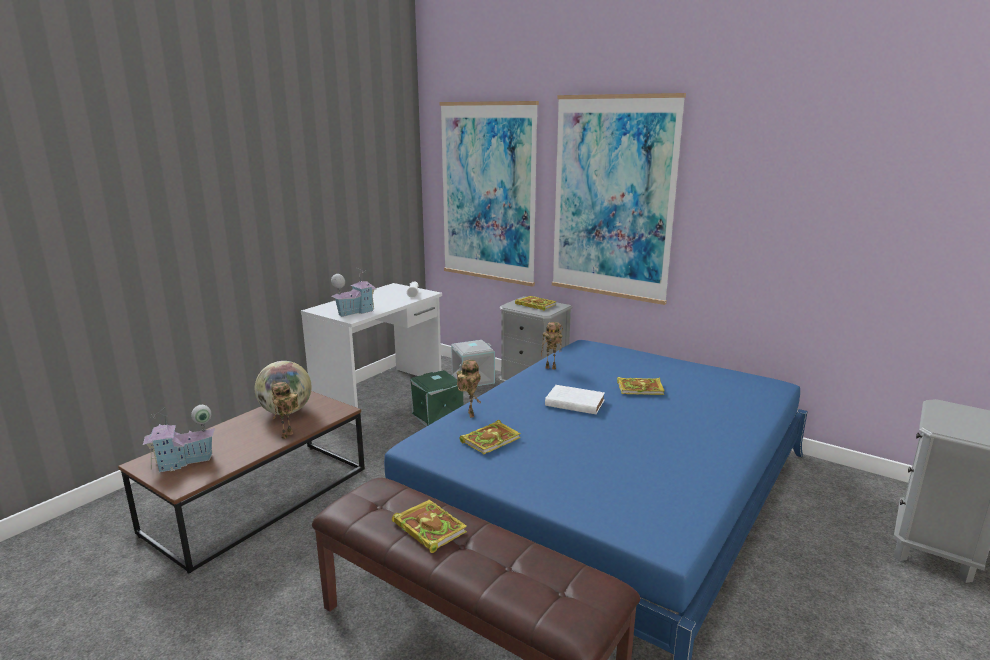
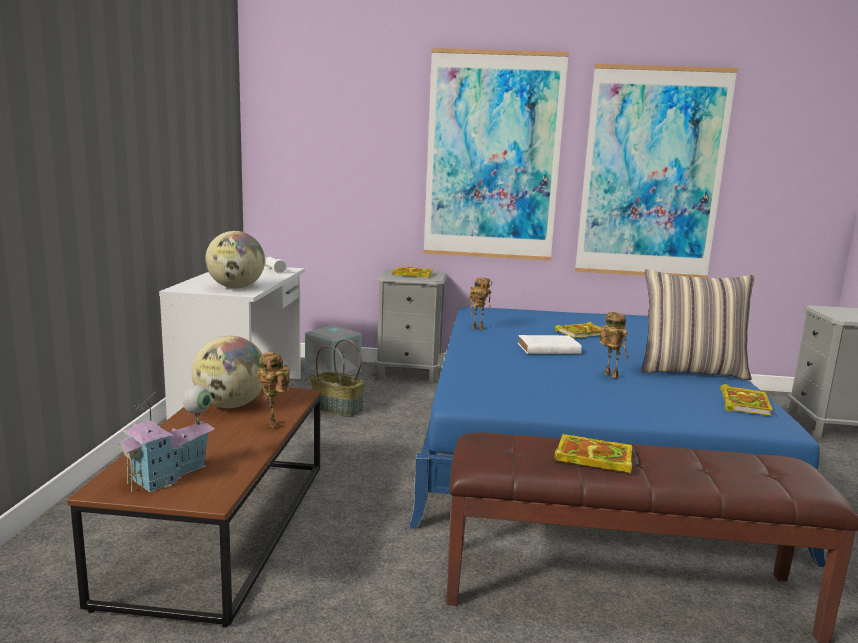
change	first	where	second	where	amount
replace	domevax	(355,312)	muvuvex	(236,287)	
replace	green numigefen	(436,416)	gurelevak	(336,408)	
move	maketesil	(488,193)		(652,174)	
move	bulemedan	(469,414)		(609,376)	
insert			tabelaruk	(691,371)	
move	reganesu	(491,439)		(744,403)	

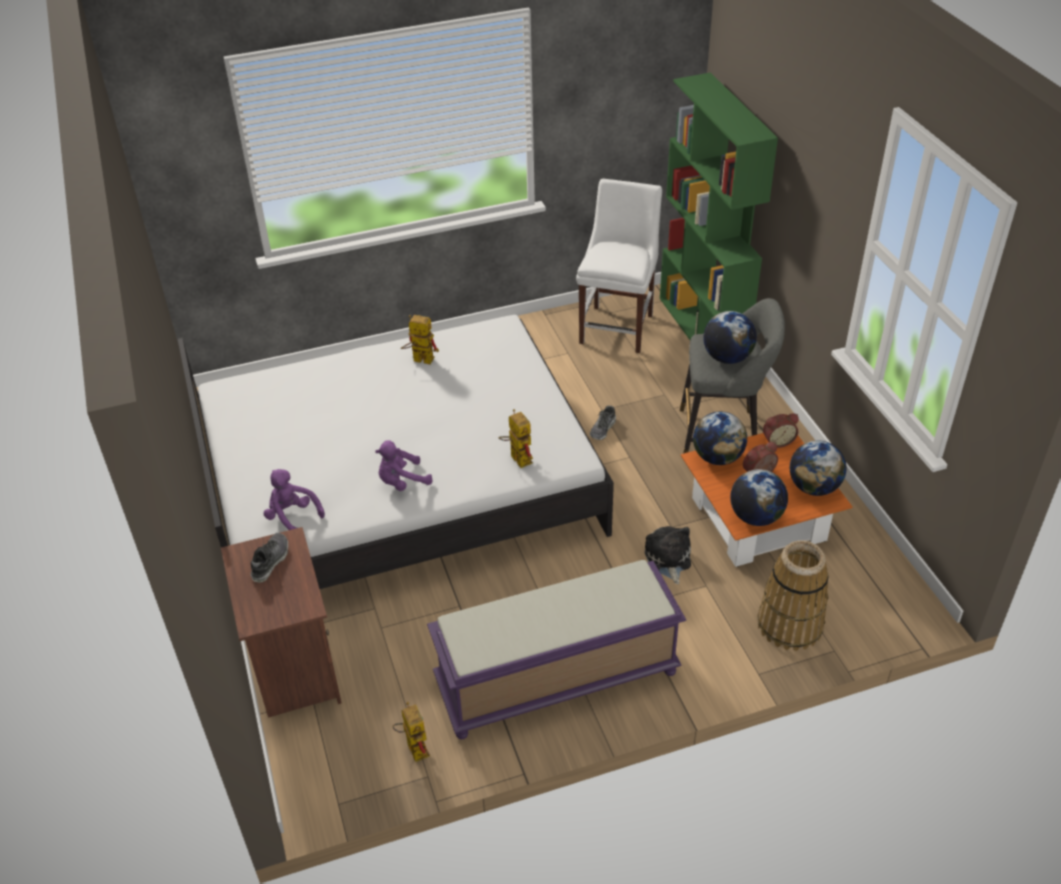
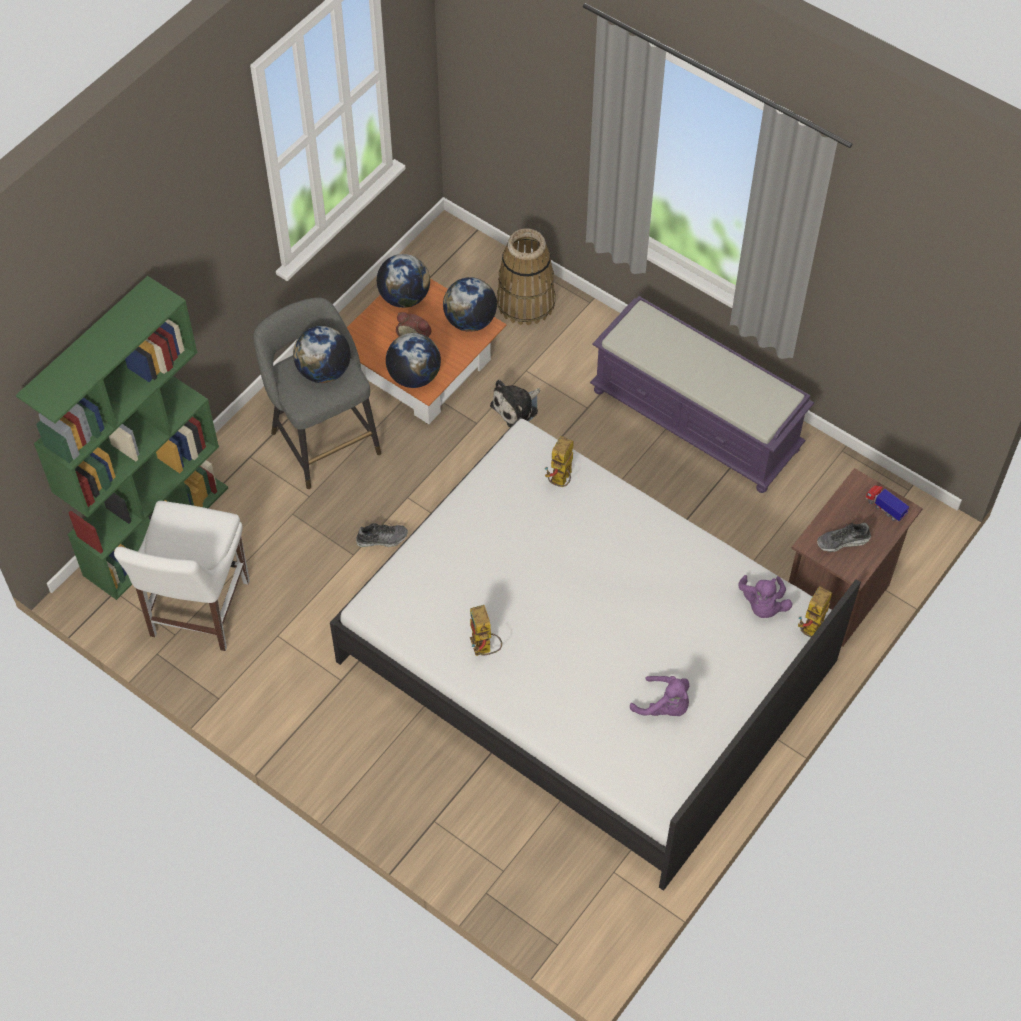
change	first	where	second	where	amount
rotate	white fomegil	(618,326)		(197,613)	60 degrees counterclockwise
move	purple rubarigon	(402,482)		(664,706)	
move	bulemedan	(413,746)		(812,631)	
insert			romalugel	(884,508)	
delete	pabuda	(777,441)			

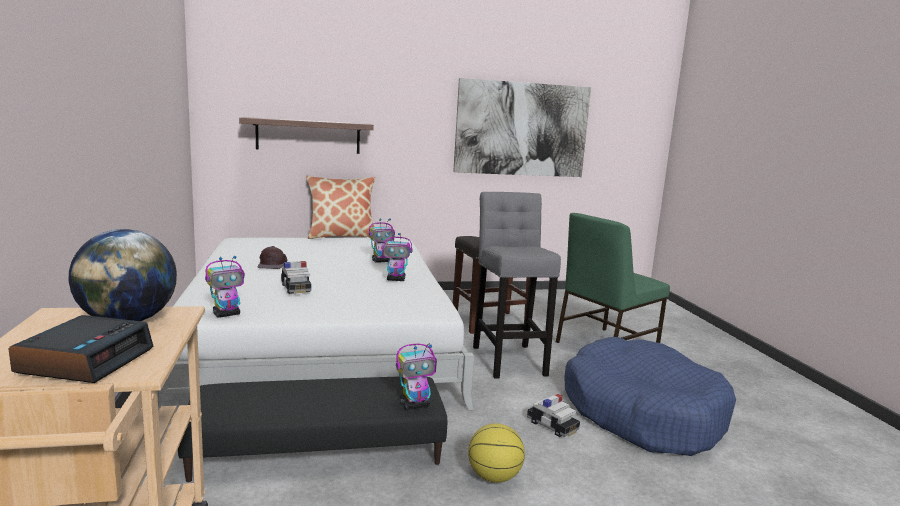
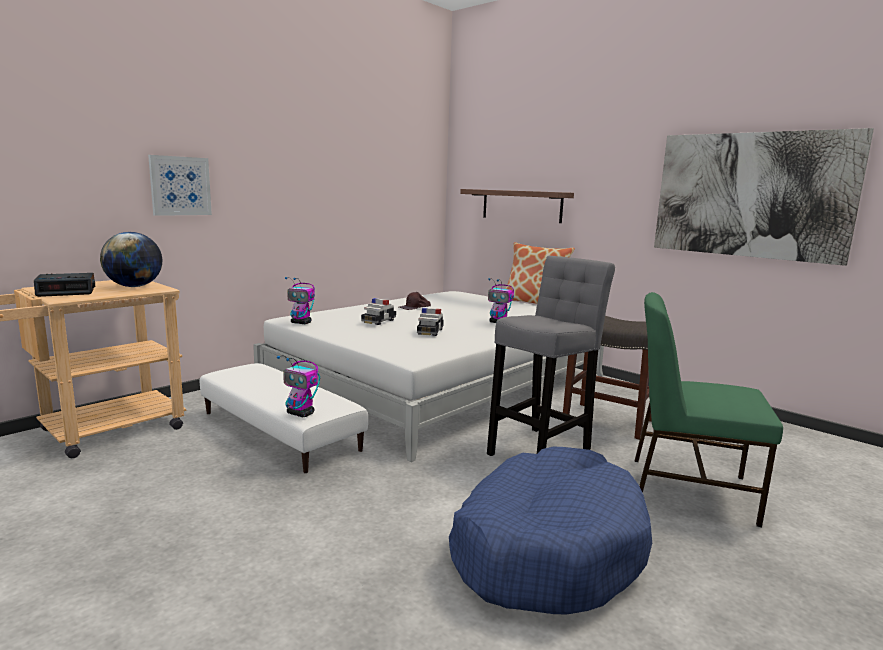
change	first	where	second	where	amount
insert			maketesil	(180,186)	
recolor	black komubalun	(318,448)	white komubalun	(280,431)	
move	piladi	(552,426)		(430,331)	
delete	bulemedan	(396,279)			
delete	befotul	(493,477)			

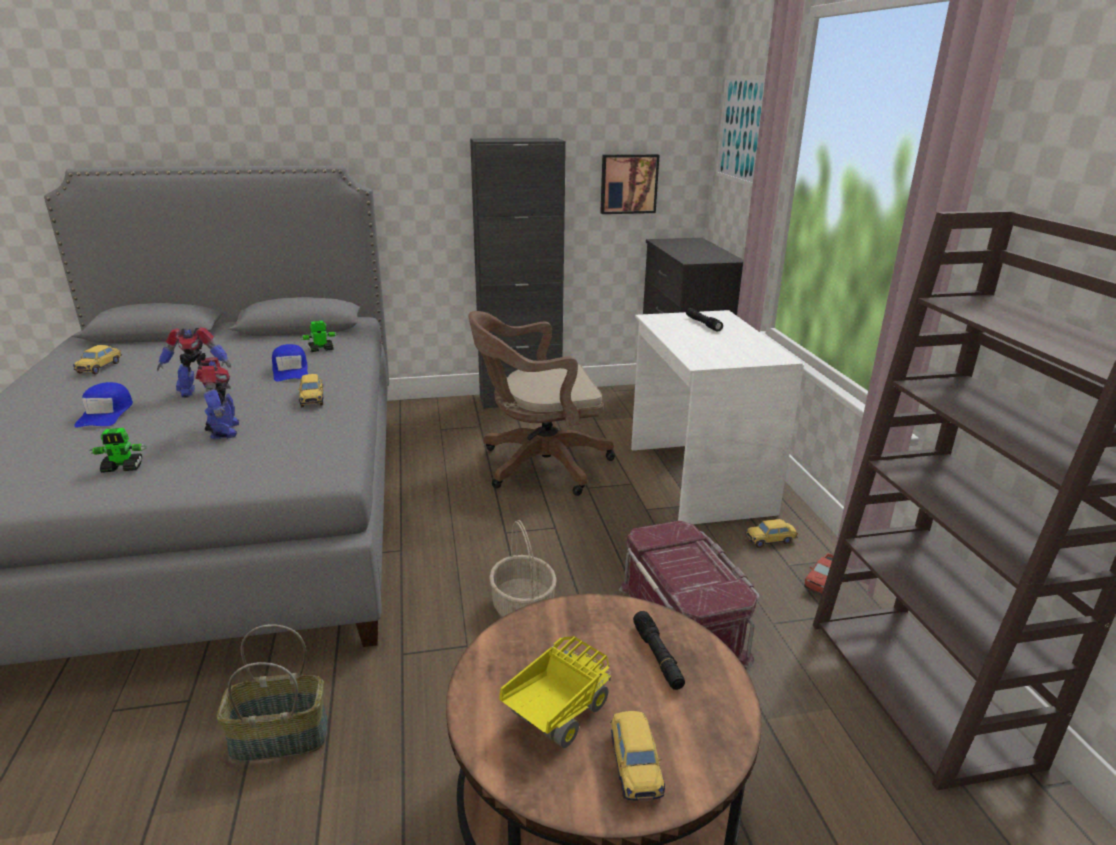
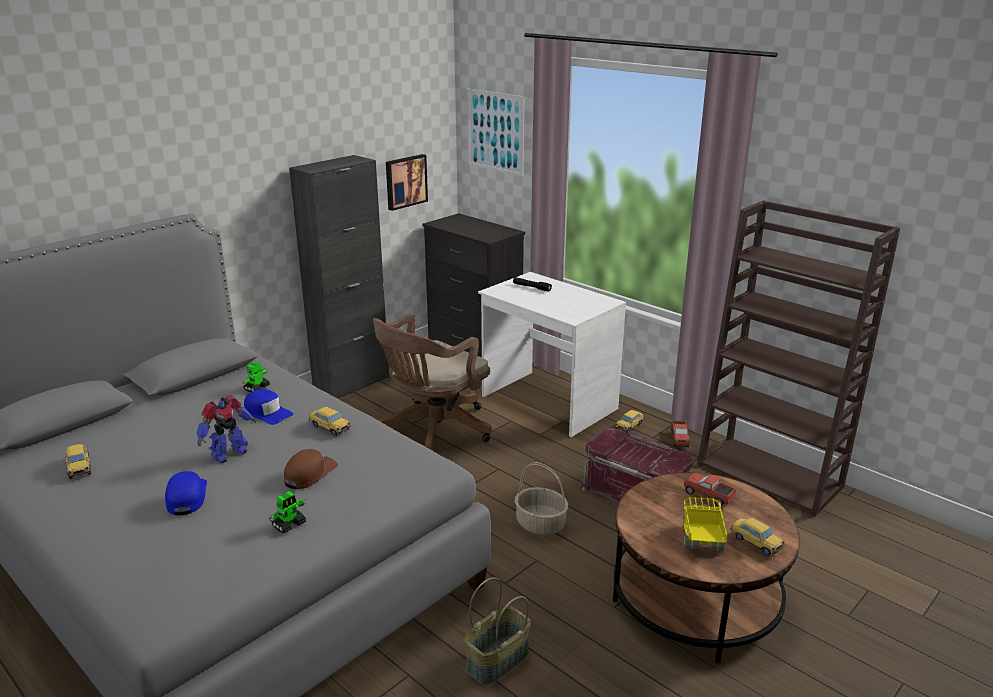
change	first	where	second	where	amount
rotate	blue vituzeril	(106,413)		(186,497)	150 degrees counterclockwise
replace	bulemedan	(223,431)	brown vituzeril	(310,473)	
replace	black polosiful	(657,656)	romalugel	(708,496)	

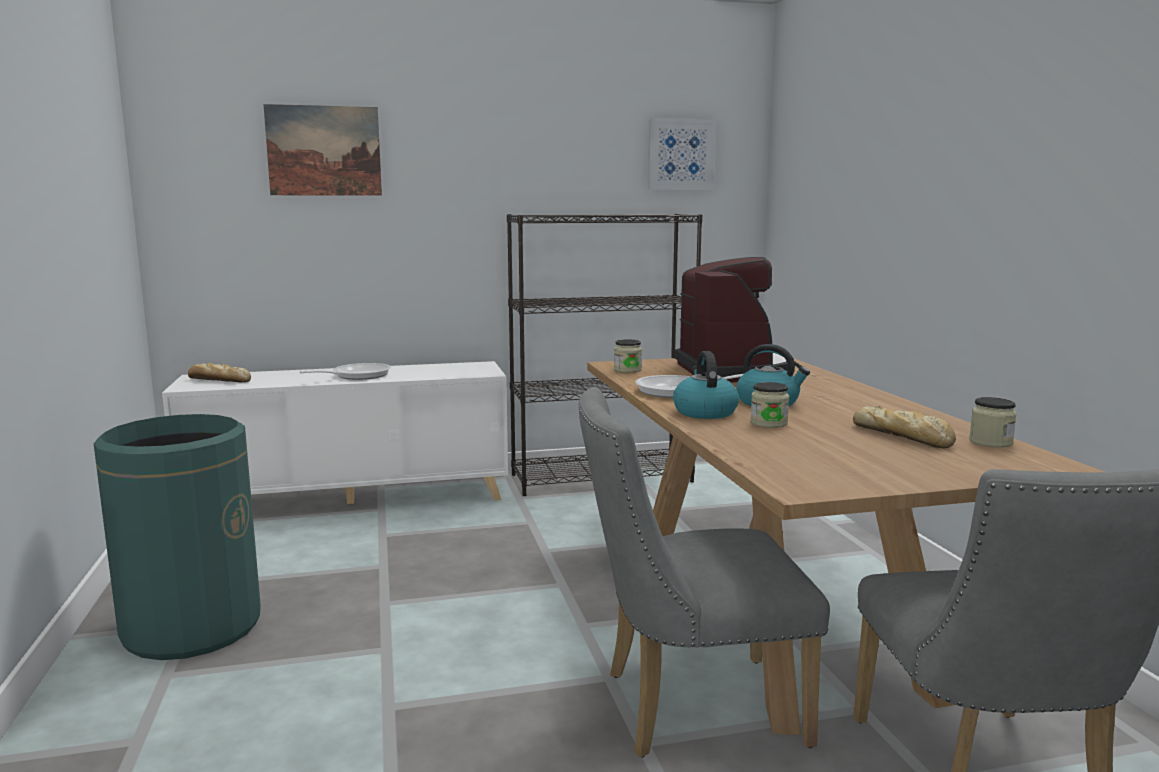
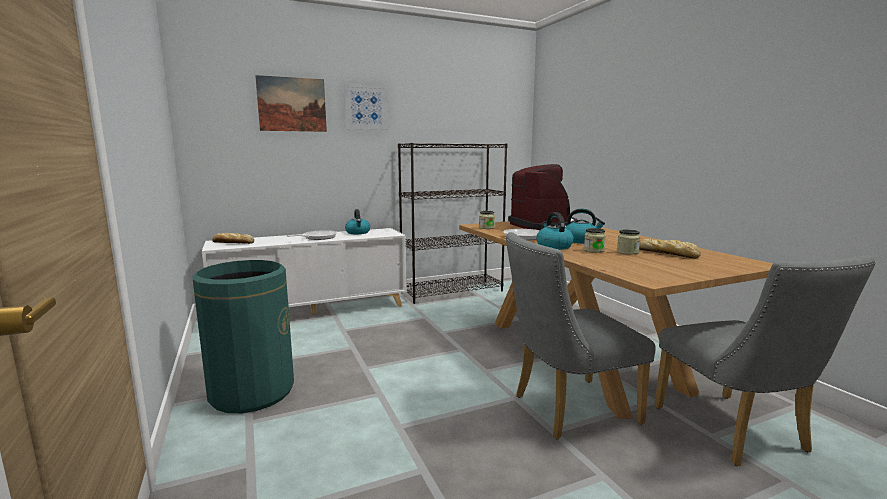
change	first	where	second	where	amount
move	maketesil	(681,154)		(366,107)	
insert			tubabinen	(358,232)	
move	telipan	(990,442)		(627,252)	

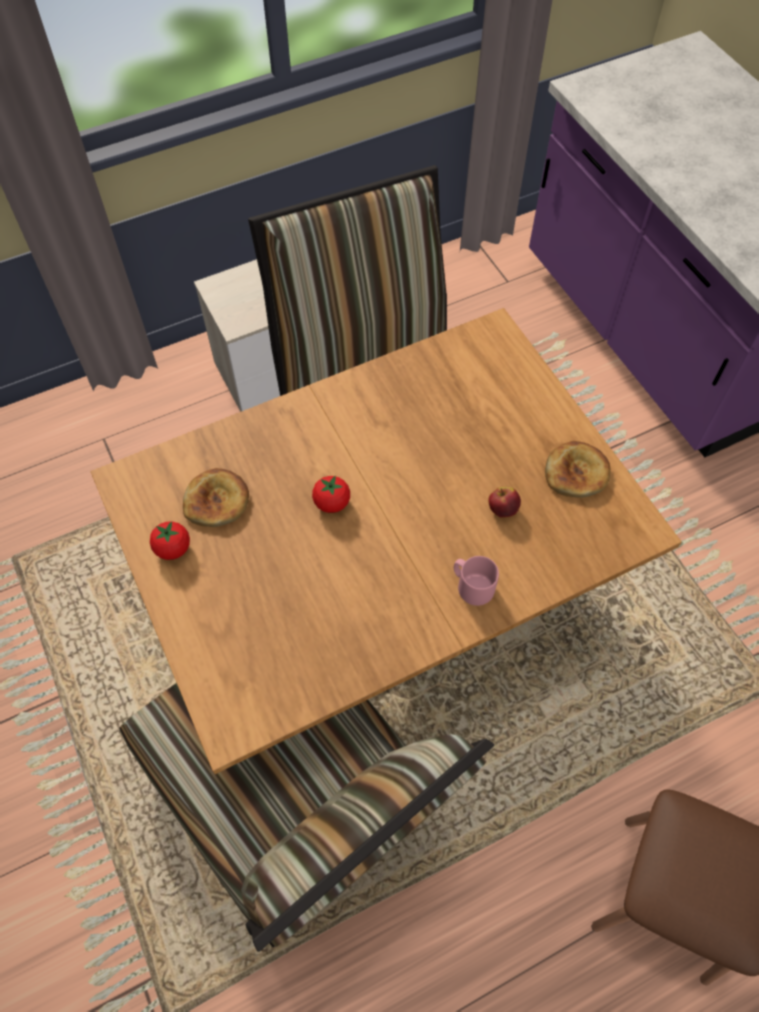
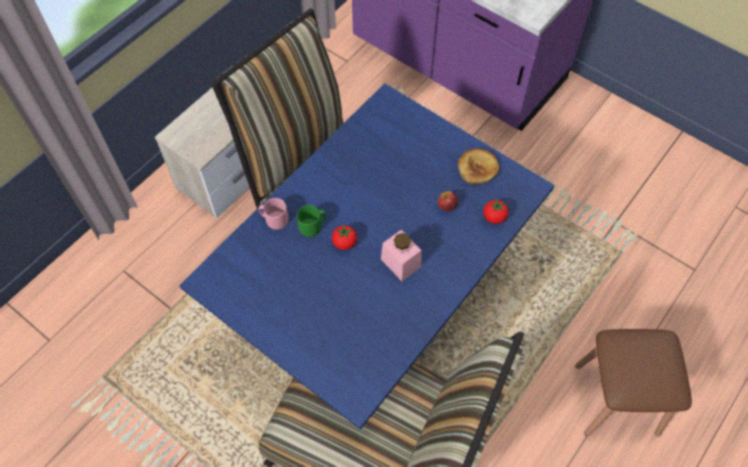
change	first	where	second	where	amount
recolor	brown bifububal	(379,619)	blue bifububal	(374,312)	
move	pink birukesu	(472,586)		(274,219)	
insert			green birukesu	(313,226)	
insert			pink telipan	(400,262)	
move	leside	(173,548)		(494,217)	
delete	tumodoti	(216,501)			

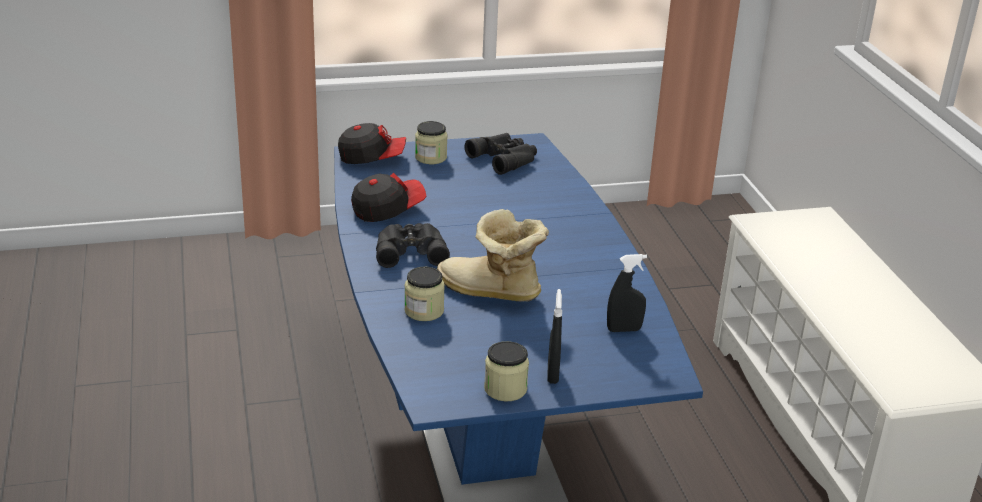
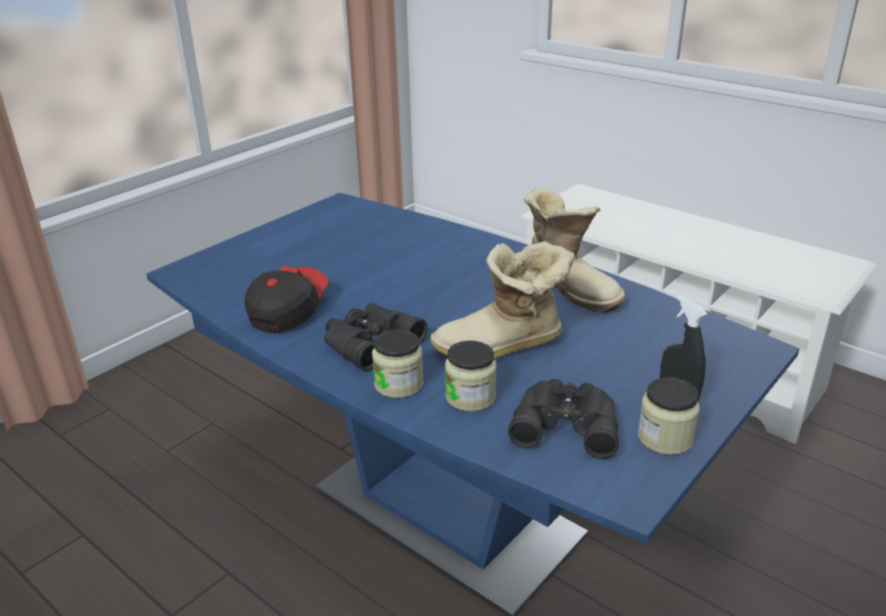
change	first	where	second	where	amount
move	telipan	(431,157)		(398,384)	
move	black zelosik	(505,158)		(565,423)	
insert			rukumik	(571,287)	
delete	vituzeril	(372,157)			
delete	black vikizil	(624,329)			

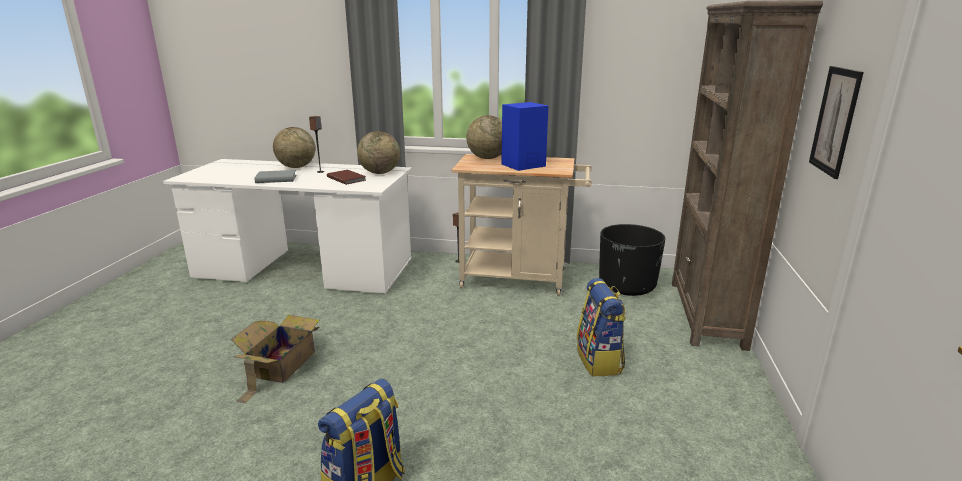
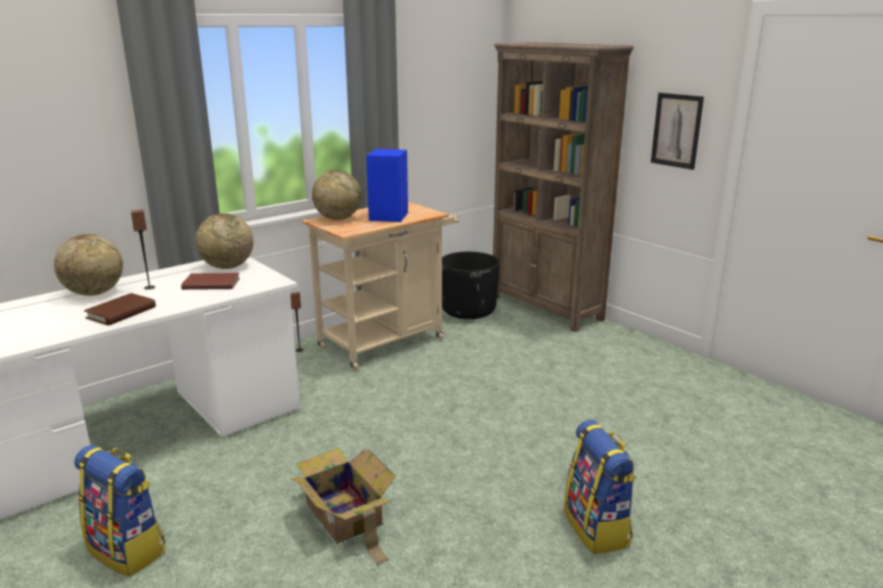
change	first	where	second	where	amount
move	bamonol	(600,361)		(128,550)	
recolor	grey reganesu	(276,179)	brown reganesu	(121,313)	

